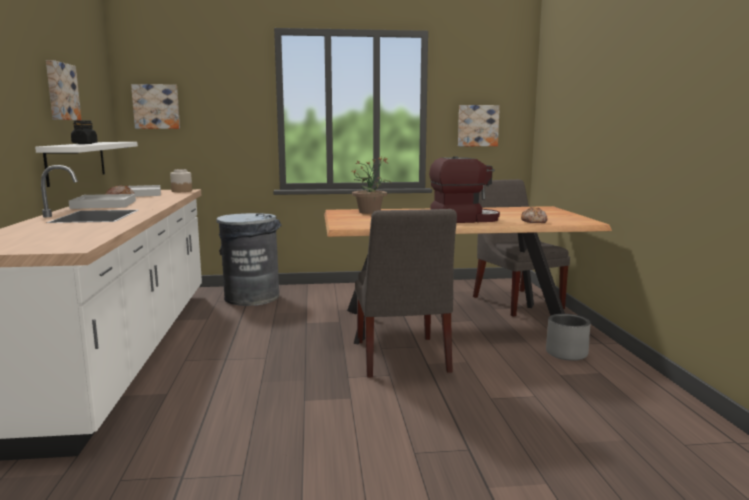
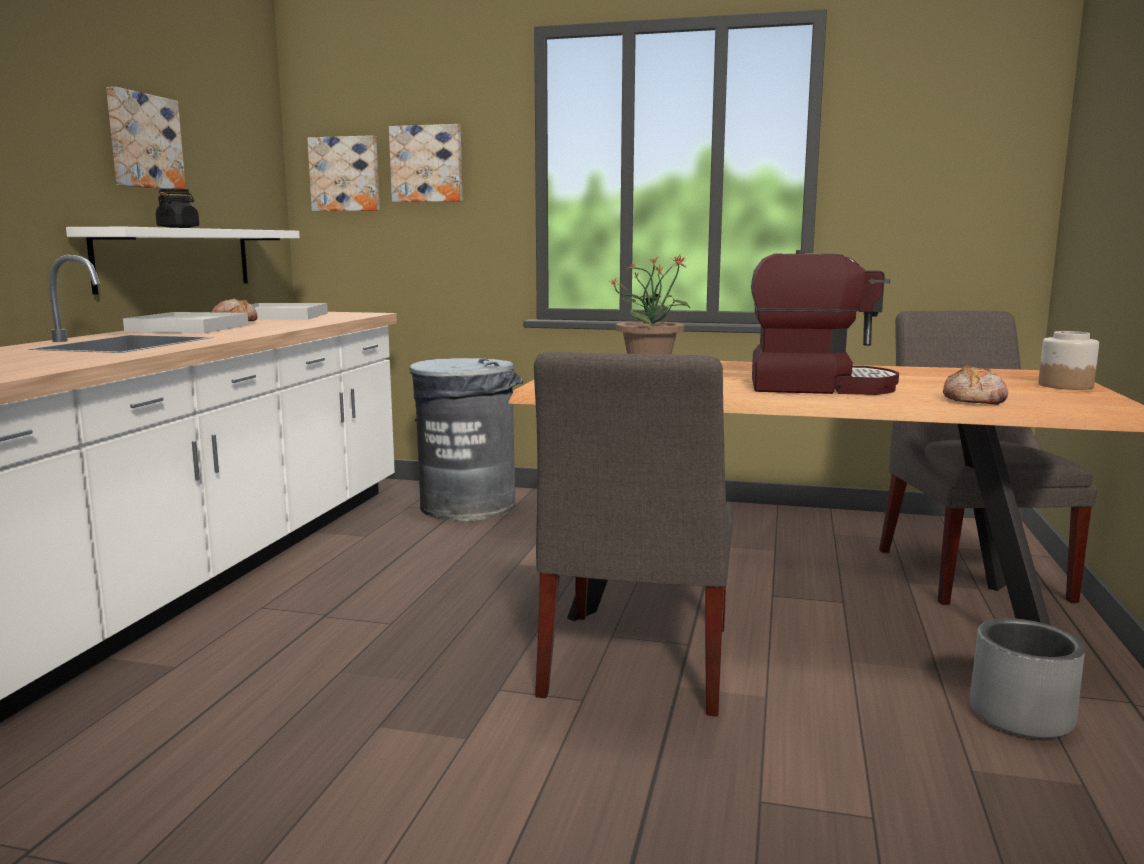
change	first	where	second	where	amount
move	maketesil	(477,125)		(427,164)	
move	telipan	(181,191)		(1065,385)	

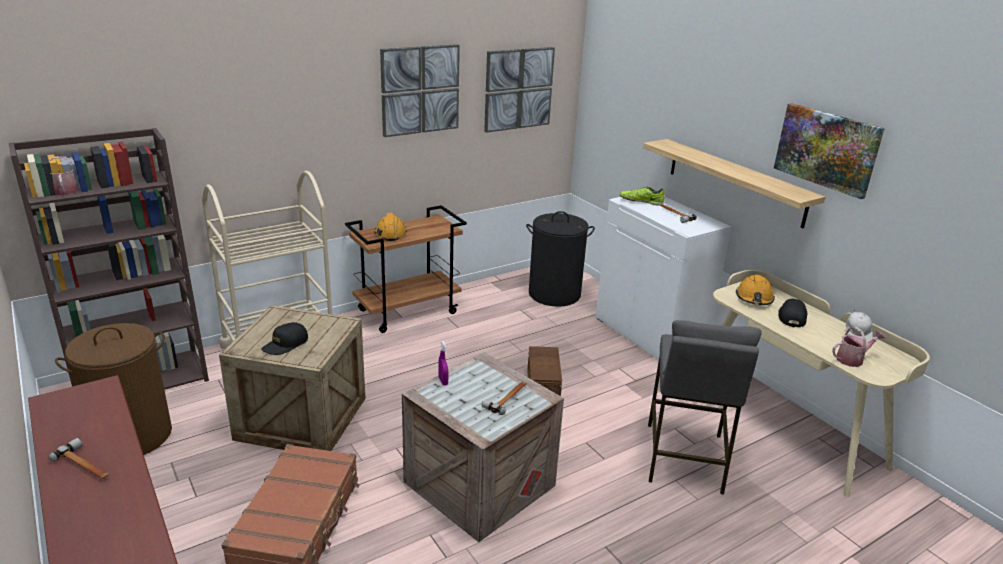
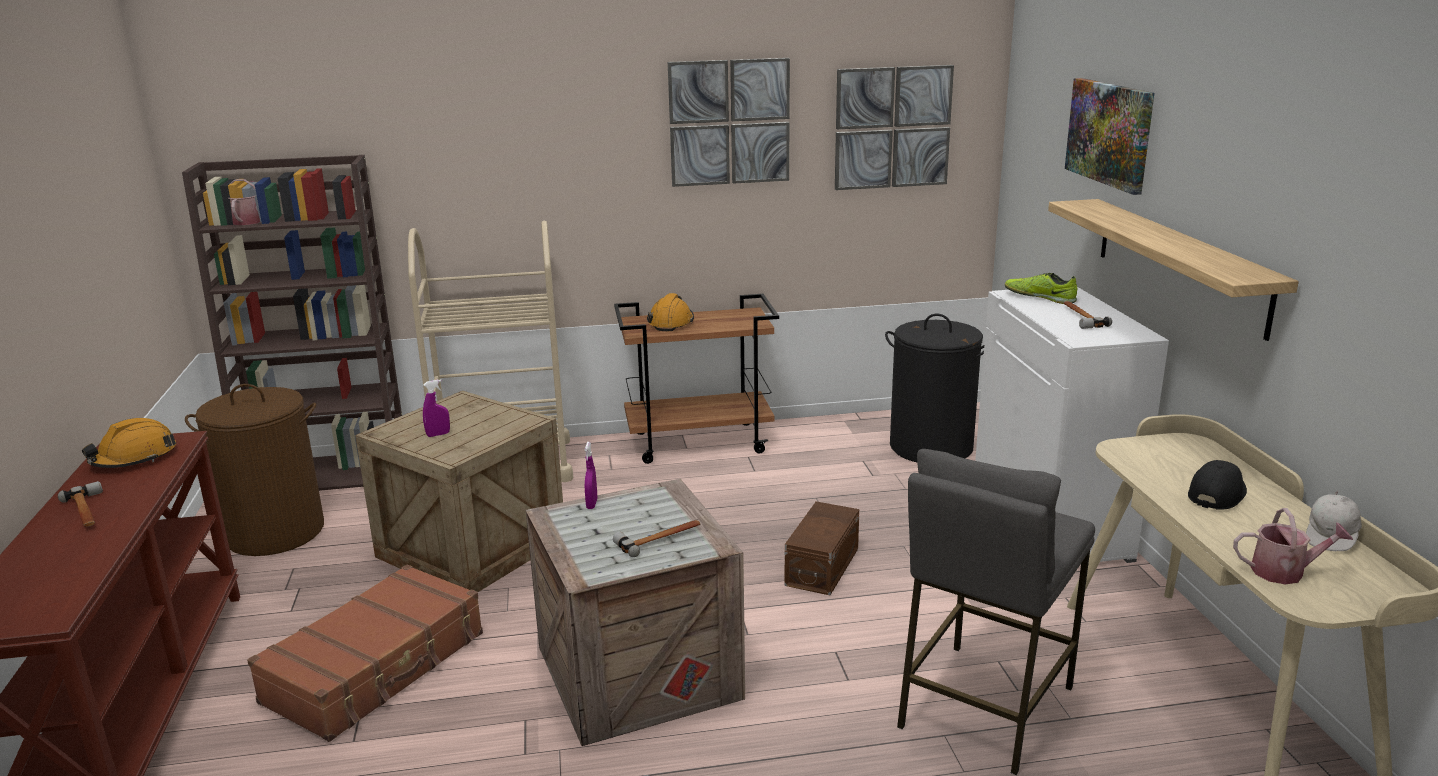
change	first	where	second	where	amount
move	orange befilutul	(754,298)		(134,458)	
replace	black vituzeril	(285,344)	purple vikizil	(438,434)	
move	maketesil	(827,149)		(1110,133)	

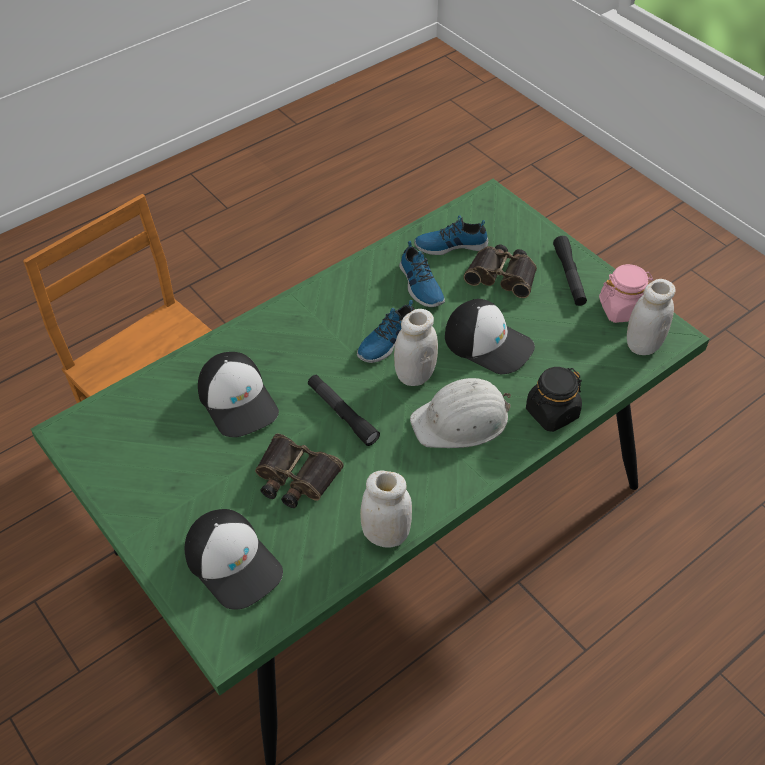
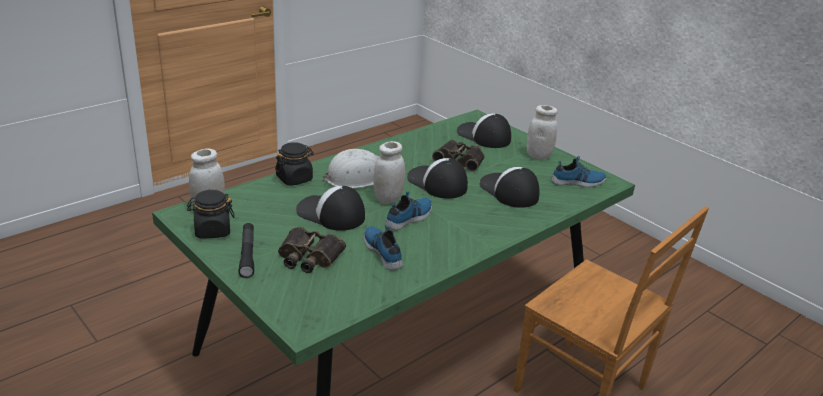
change	first	where	second	where	amount
recolor	pink telipan	(622,309)	black telipan	(212,231)	
replace	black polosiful	(342,414)	vituzeril	(437,183)	
move	white telipan	(386,535)		(538,156)	
move	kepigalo	(450,244)		(578,182)	

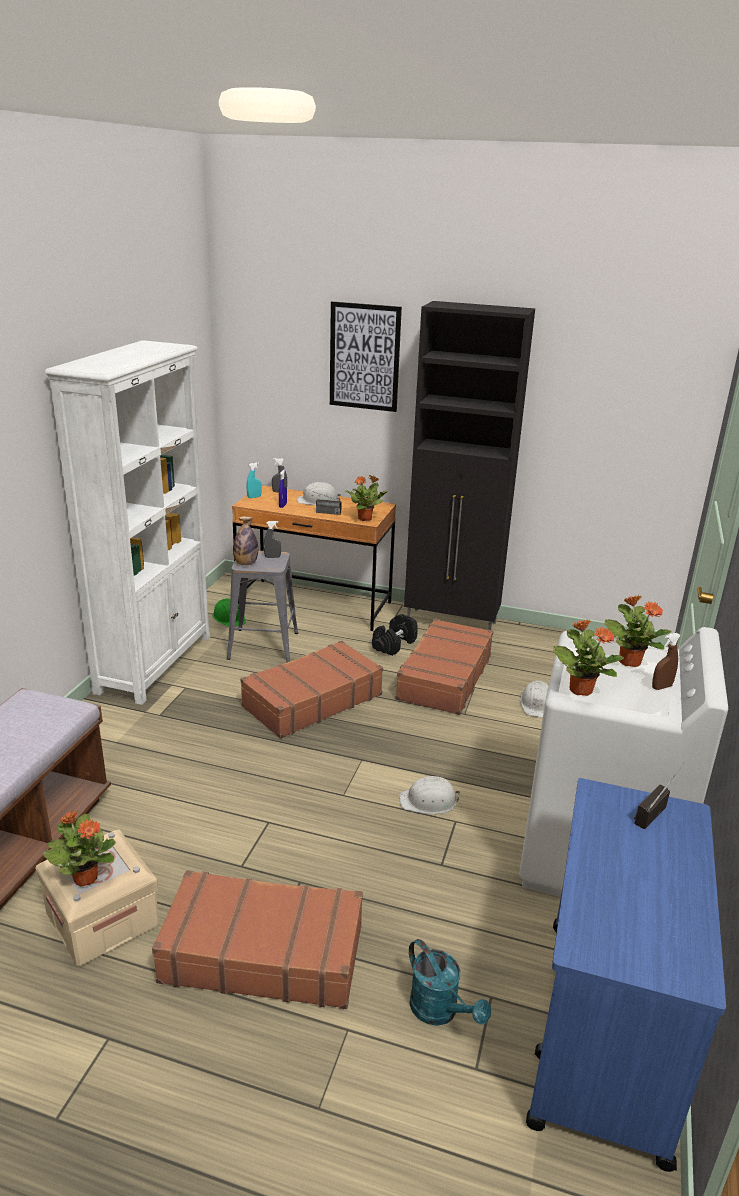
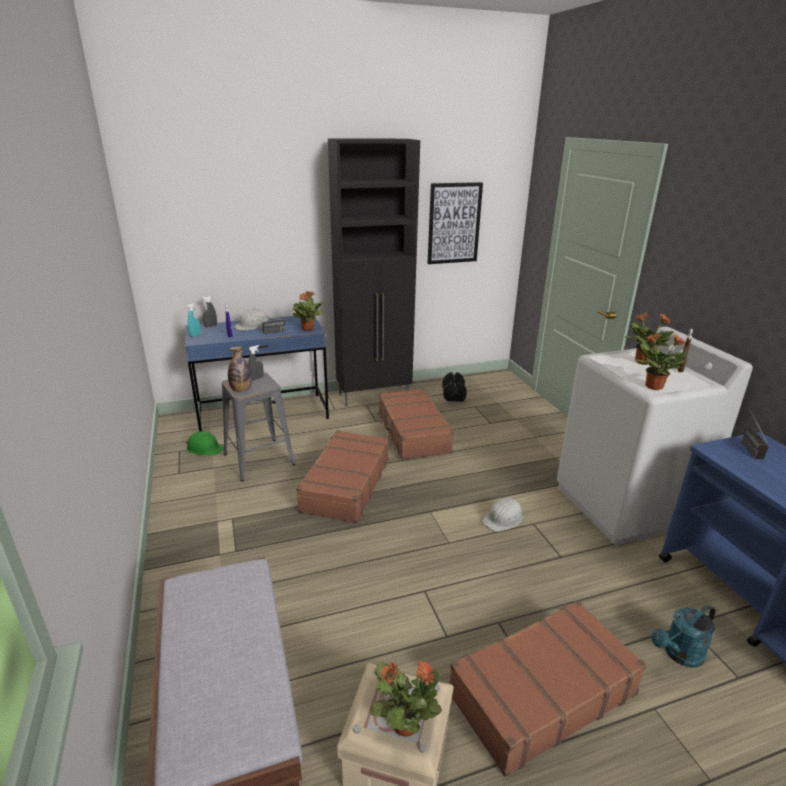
change	first	where	second	where	amount
recolor	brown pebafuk	(314,605)	blue pebafuk	(263,415)	
move	maketesil	(364,357)		(454,223)	
move	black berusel	(394,644)		(453,395)	
rotate	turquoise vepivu	(440,1011)		(679,654)	135 degrees clockwise
delete	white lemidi	(155,663)			
delete	white befilutul	(537,704)			

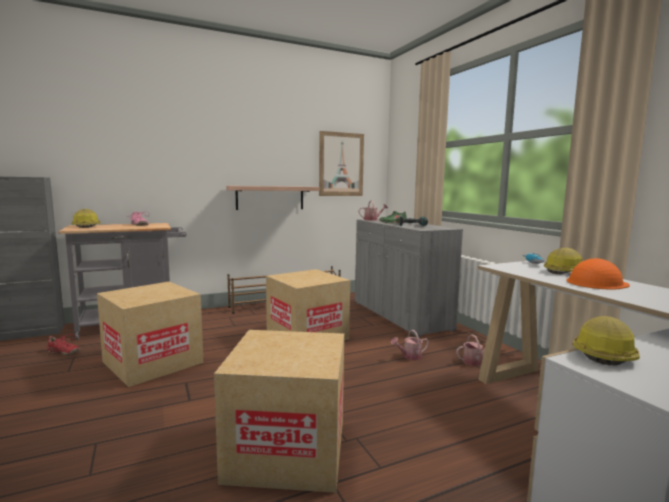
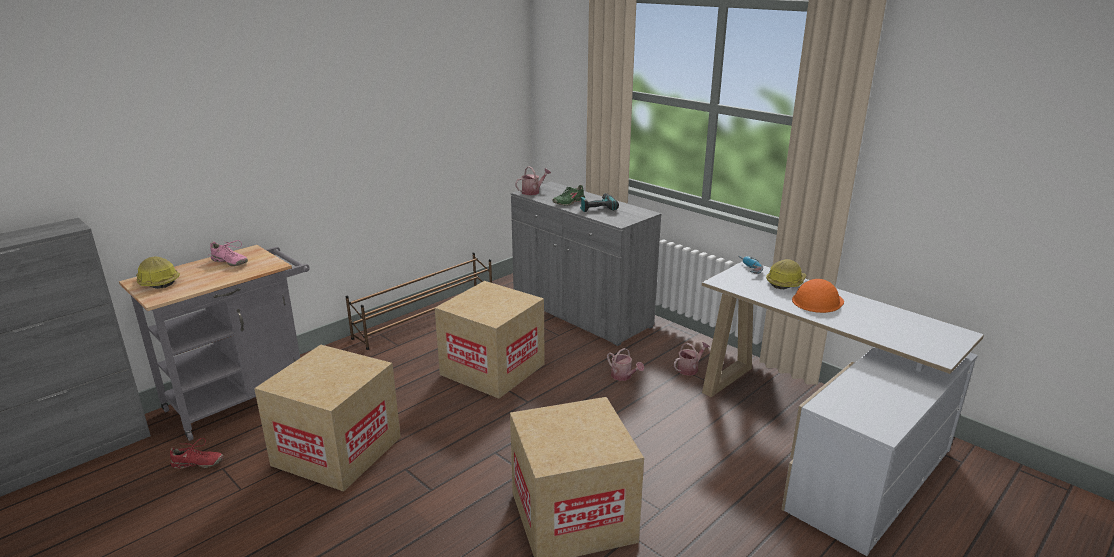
change	first	where	second	where	amount
rotate	vepivu	(409,356)		(623,376)	90 degrees counterclockwise
delete	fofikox	(270,197)			
delete	maketesil	(341,164)			
delete	befilutul	(603,353)			

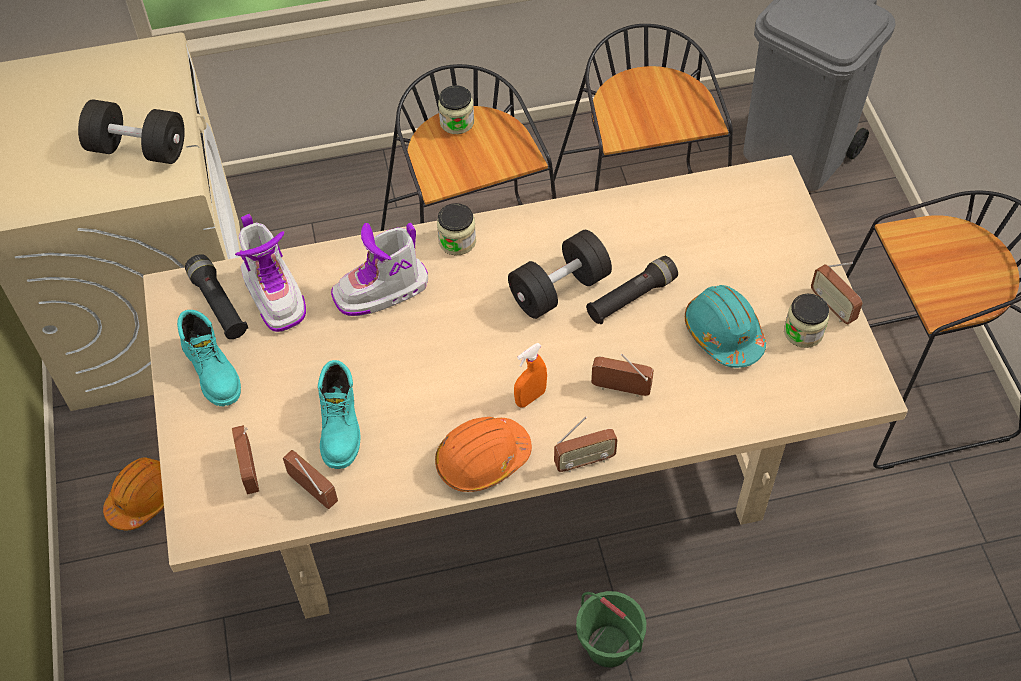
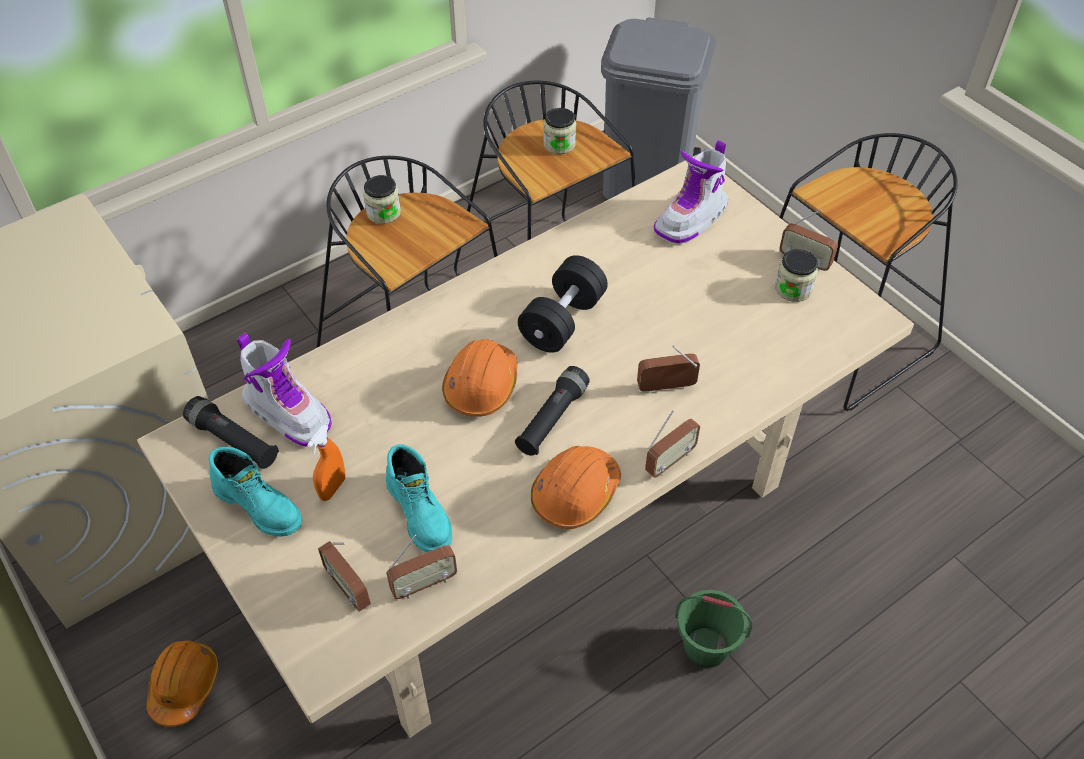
change	first	where	second	where	amount
move	orange vikizil	(530,397)		(332,488)	
rotate	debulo	(313,491)		(424,584)	135 degrees clockwise
insert			orange befilutul	(481,386)	
move	black polosiful	(631,298)		(552,419)	
move	telipan	(457,241)		(559,144)	
move	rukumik	(382,291)		(691,219)	
delete	black berusel	(138,149)			
delete	turquoise befilutul	(723,333)			

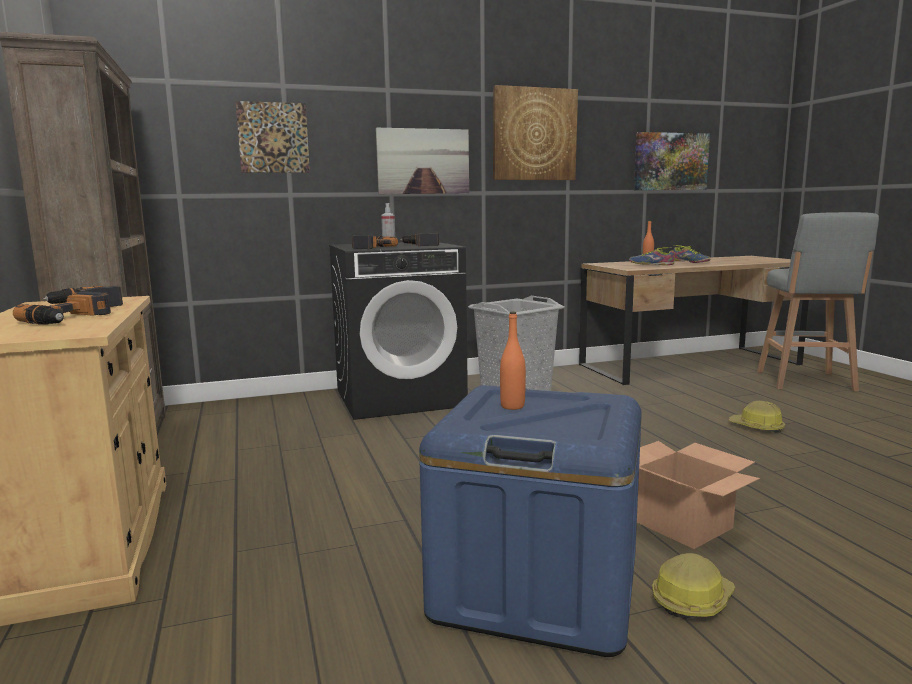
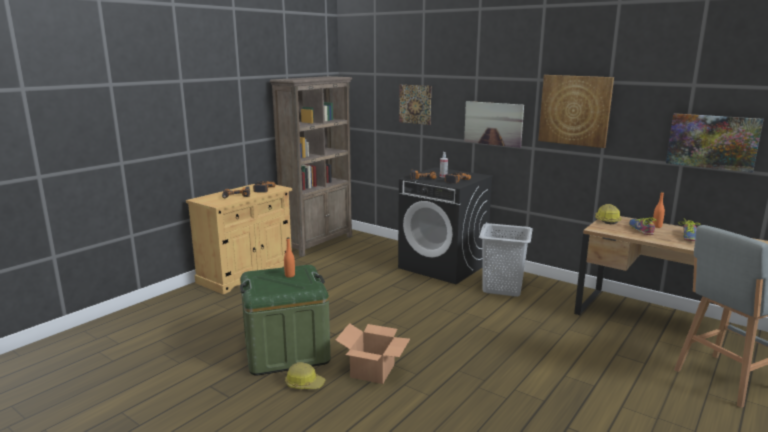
change	first	where	second	where	amount
recolor	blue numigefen	(536,586)	green numigefen	(286,351)	
move	befilutul	(756,427)		(606,220)	

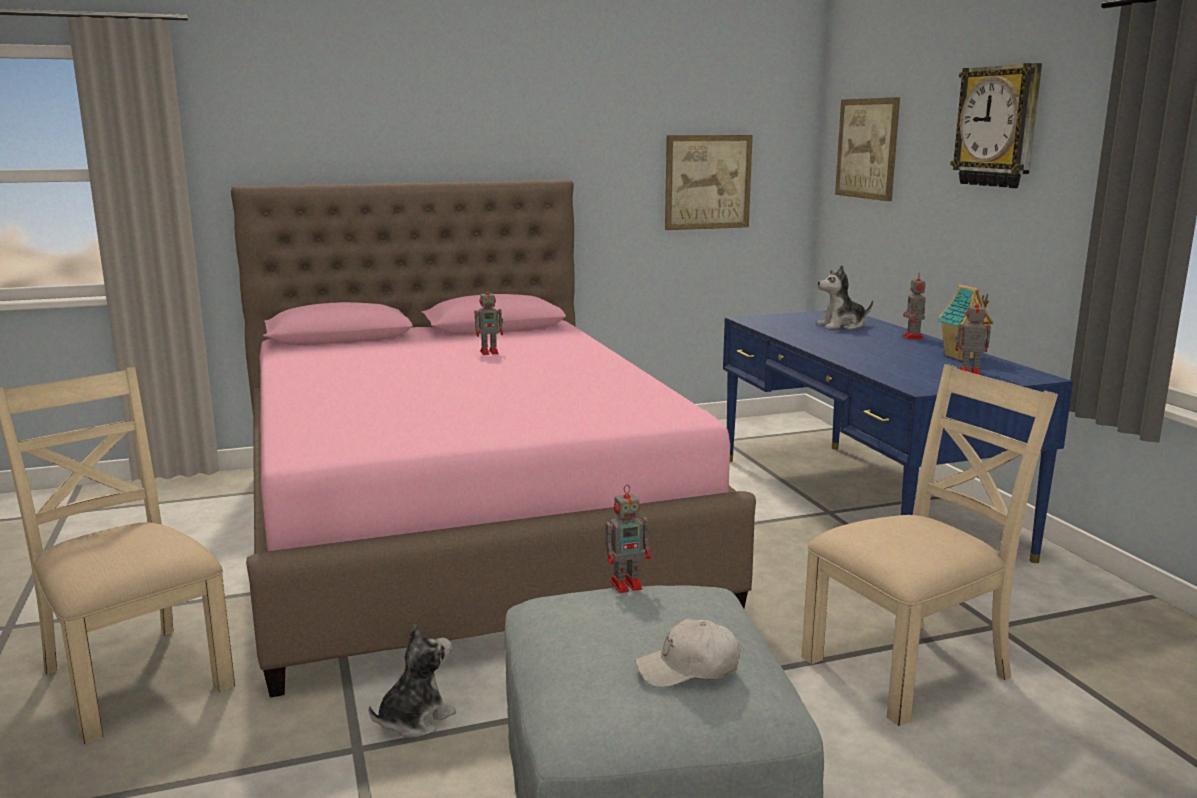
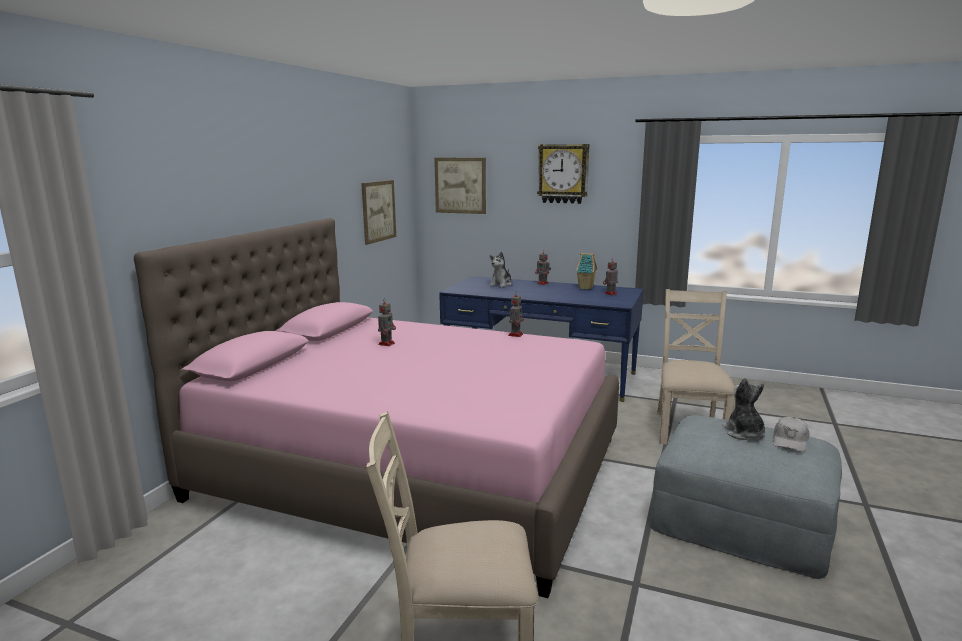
change	first	where	second	where	amount
move	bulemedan	(627,584)		(516,334)	
move	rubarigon	(414,720)		(744,433)	

